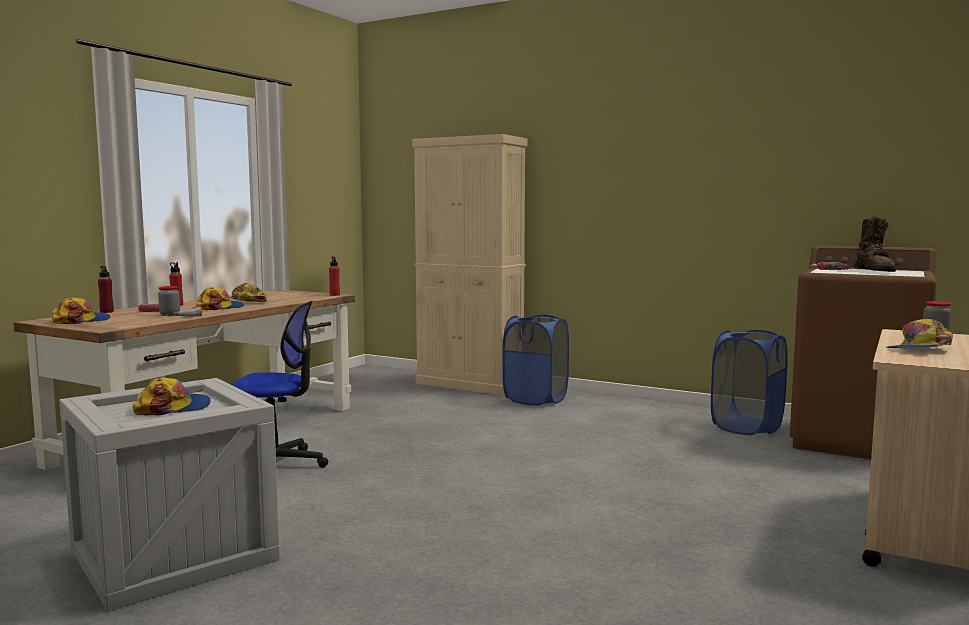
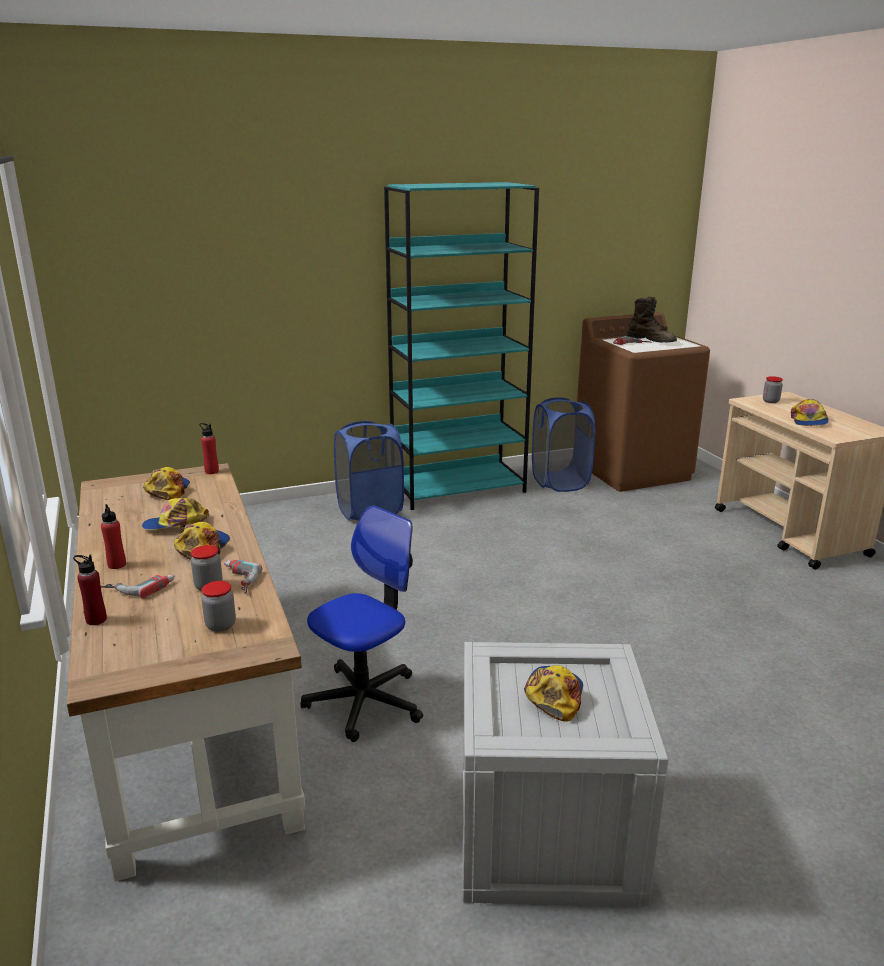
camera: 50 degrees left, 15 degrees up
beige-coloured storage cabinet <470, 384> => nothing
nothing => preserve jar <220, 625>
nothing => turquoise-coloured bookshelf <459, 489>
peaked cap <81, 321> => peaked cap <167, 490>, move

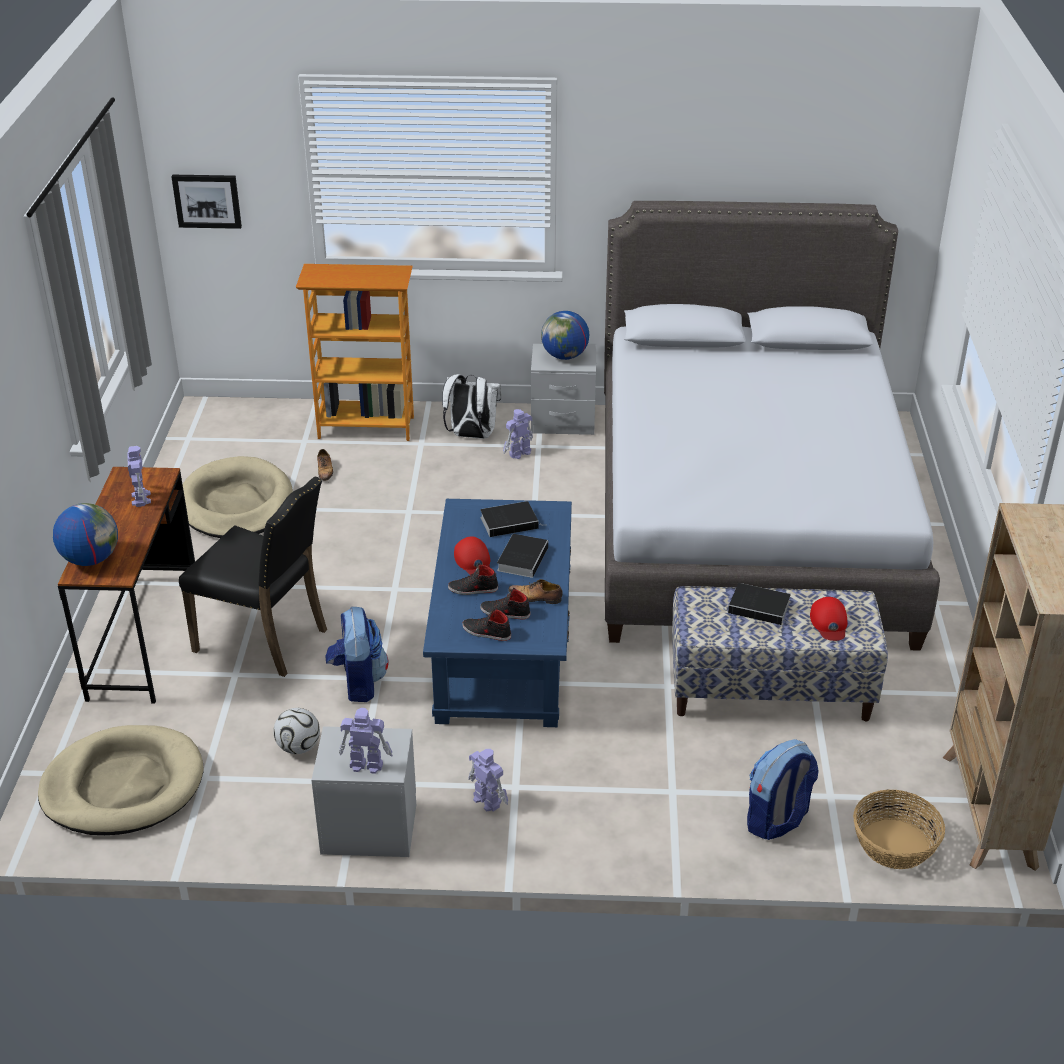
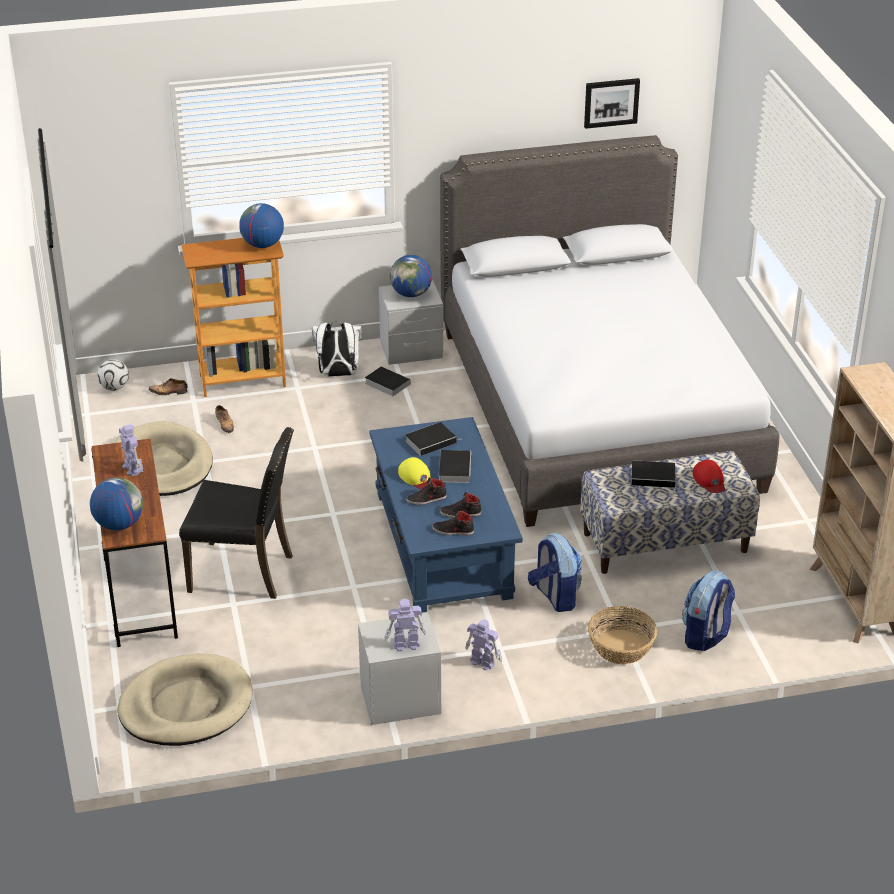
camera: 15 degrees left, 0 degrees up
nothing => desk globe <262, 245>
wall art <207, 200> => wall art <611, 102>, move
football <298, 747> => football <114, 387>, move
backpack <358, 682> => backpack <554, 596>, move
low shoe <536, 598> => low shoe <169, 392>, move
storage basket <894, 844> => storage basket <621, 647>, move
toy robot <519, 453> => book <386, 383>
reddish peaked cap <473, 561> => yellow peaked cap <416, 477>

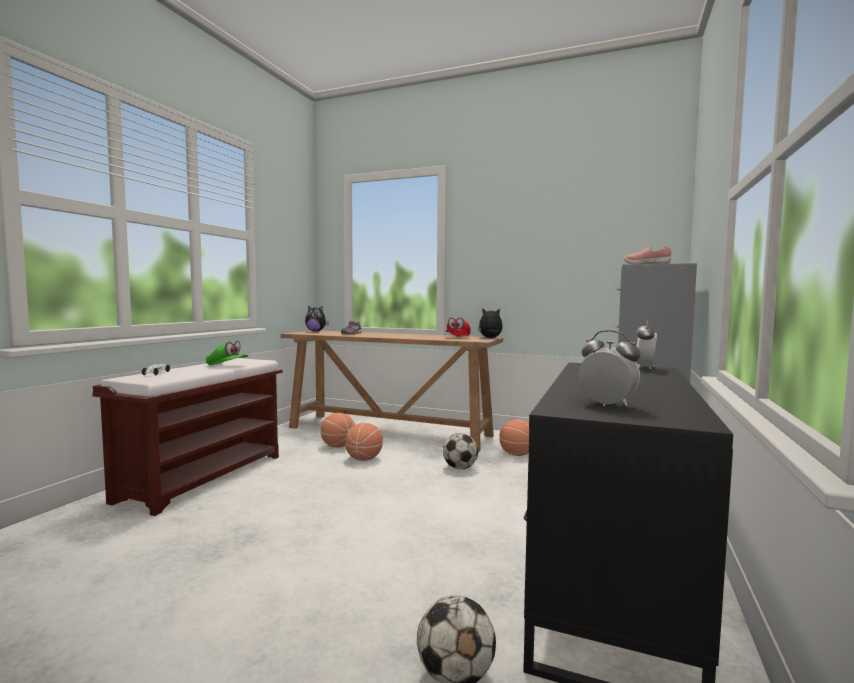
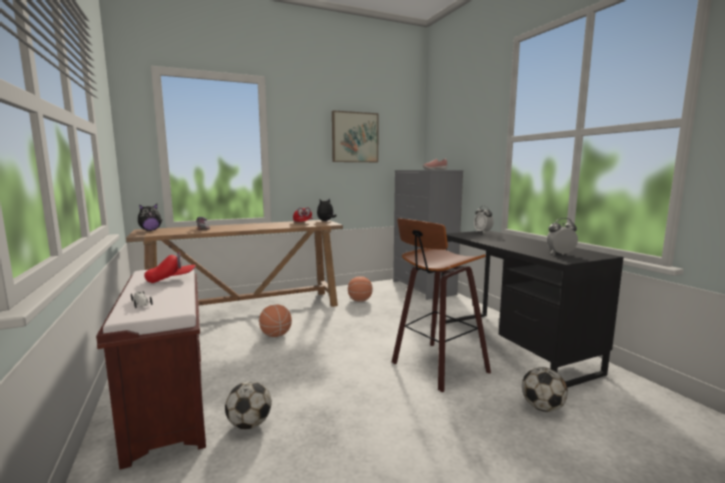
camera: 45 degrees left, 5 degrees up
basketball ball <338, 446> => nothing
nothing => wall art <355, 137>
nothing => stool seat <436, 367>
football <460, 468> => football <249, 424>, move
greenish peaked cap <227, 365> => reddish peaked cap <171, 279>

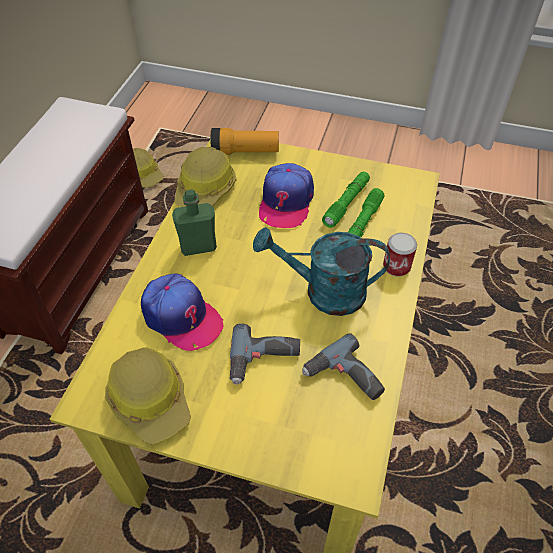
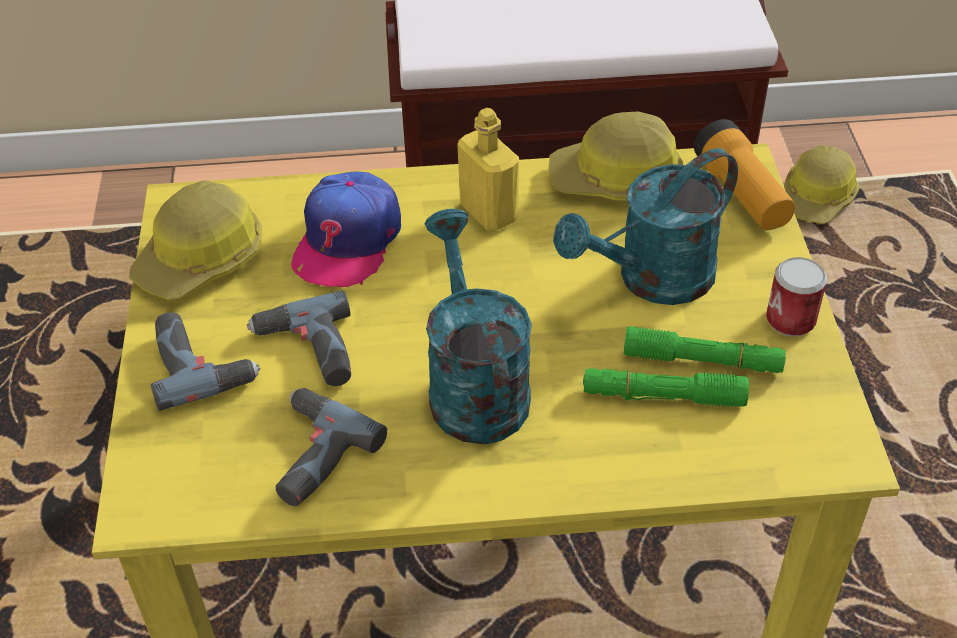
camera: 70 degrees right, 5 degrees down
nothing => power drill <201, 363>
sealed can <396, 266> => sealed can <790, 320>, move
peaked cap <285, 202> => turquoise-coloured watering pot <652, 280>
greenish bottle <198, 247> => yellow bottle <489, 213>

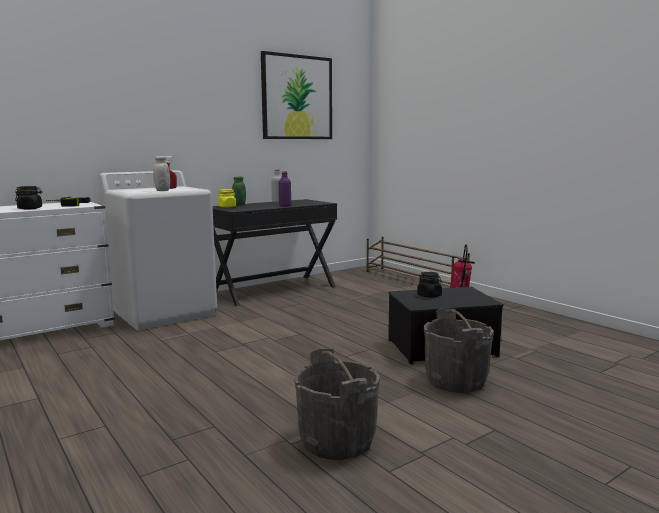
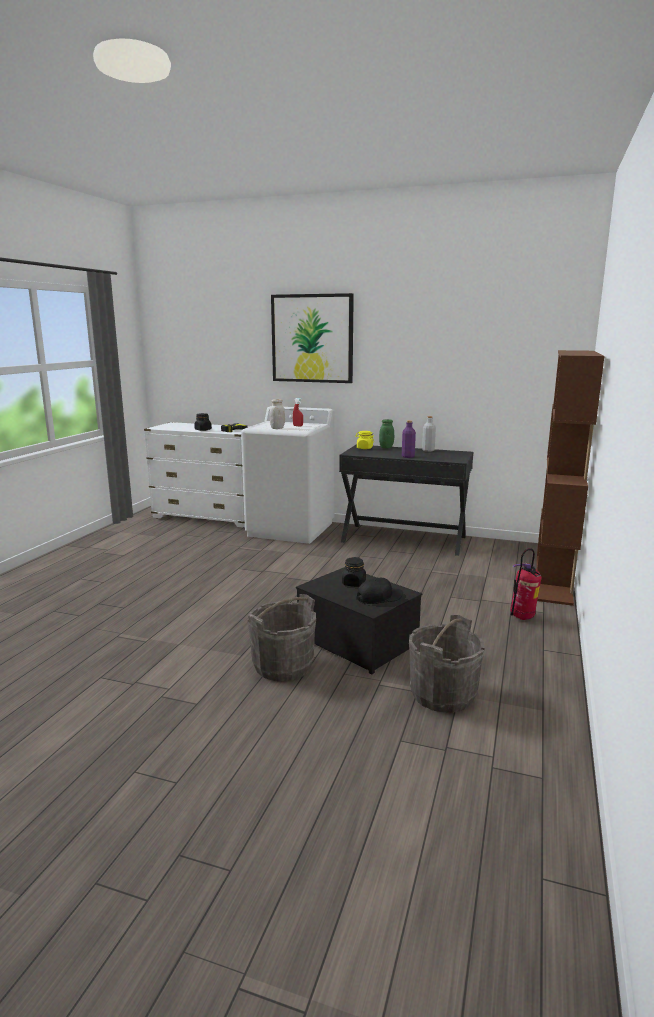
camera: 55 degrees right, 5 degrees up
nothing => blackish peaked cap <379, 597>
wall art <297, 97> => wall art <312, 338>, move
grey water bucket <337, 440> => grey water bucket <443, 695>, move
brown-coloured shoe stand <413, 280> => brown-coloured bookshelf <554, 579>

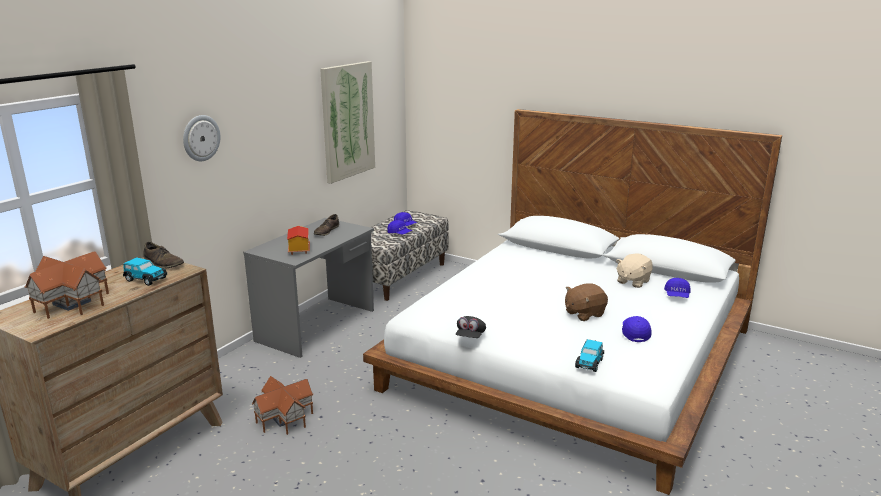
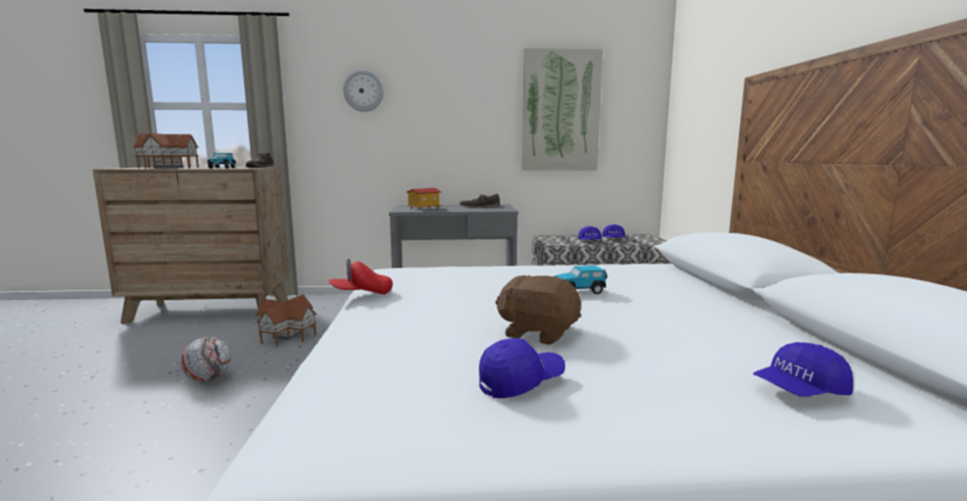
camera: 55 degrees right, 10 degrees down
beige-coloured cuddly toy <632, 281> => nothing
nothing => football <208, 379>
model car <589, 363> => model car <579, 291>, move
blackish peaked cap <470, 336> => reddish peaked cap <361, 294>

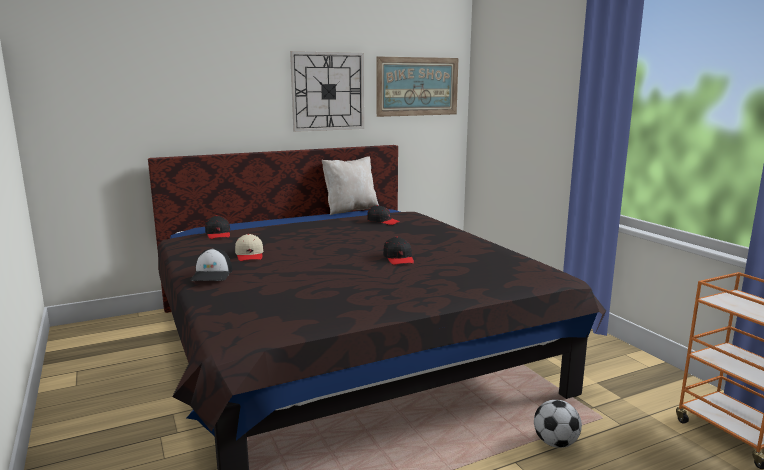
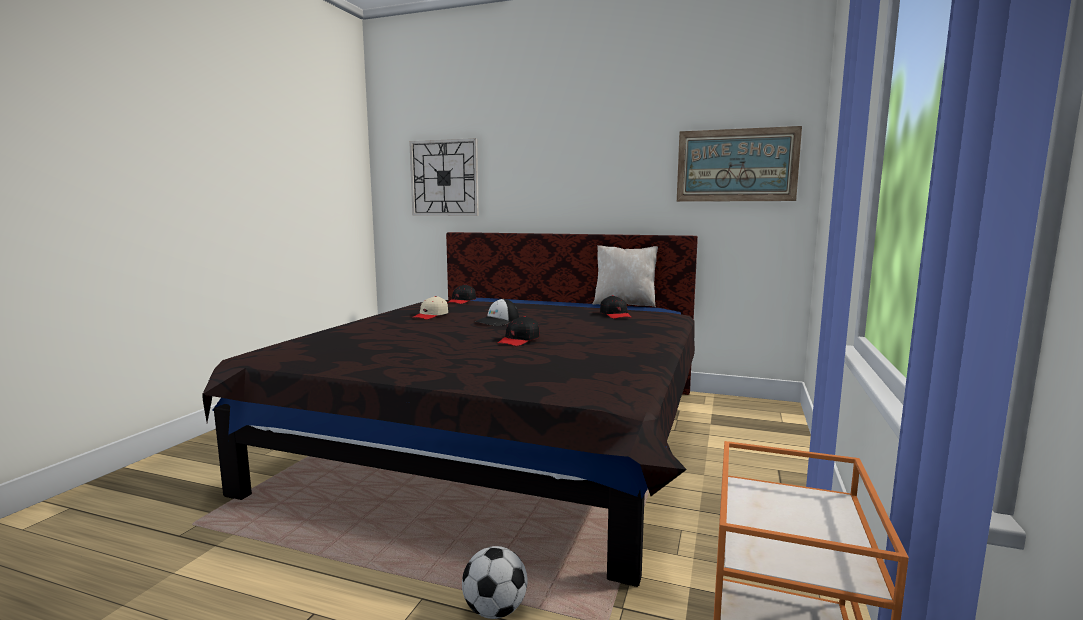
camera: 45 degrees right, 5 degrees down
peaked cap <212, 274> => peaked cap <497, 321>, move
clock on the wall <328, 91> => clock on the wall <444, 178>, move

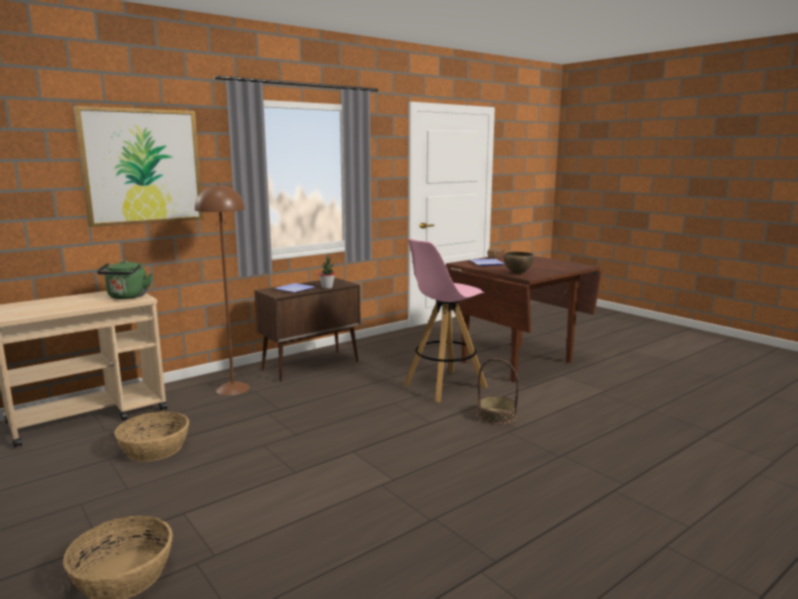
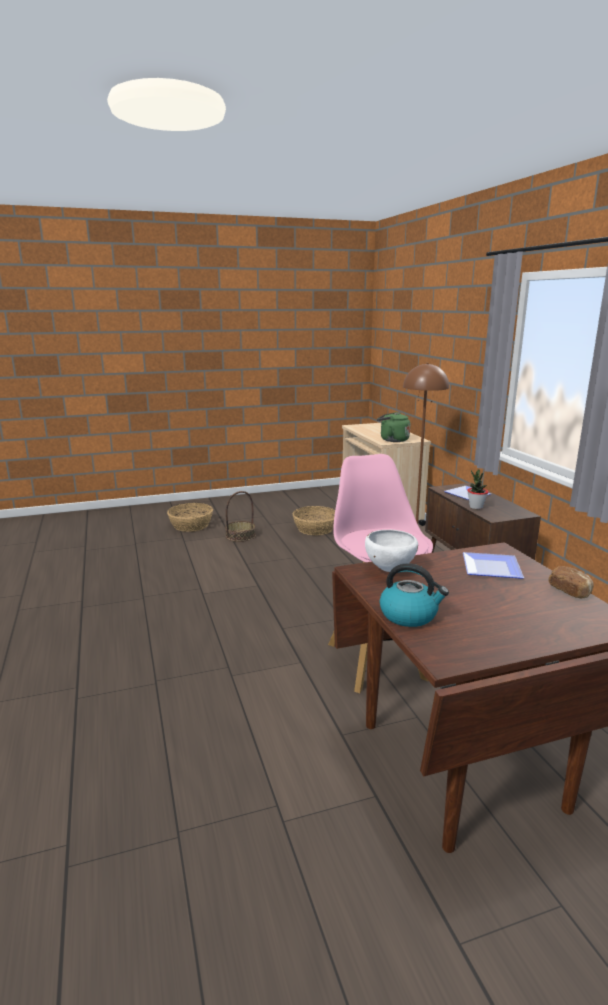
camera: 110 degrees right, 5 degrees up
wall art <142, 166> => nothing
nothing => kettle <409, 615>
storage basket <496, 416> => storage basket <240, 536>, move
brown-coloured deep dish <518, 274> => white-coloured deep dish <389, 570>

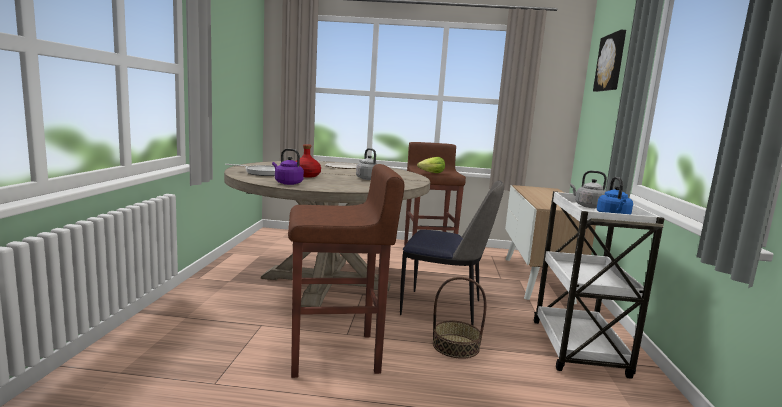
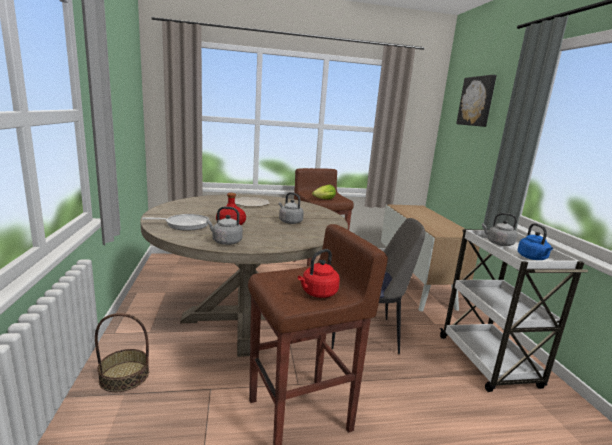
camera: 15 degrees left, 5 degrees up
nothing => reddish kettle <318, 293>
storage basket <455, 346> => storage basket <124, 376>, move
purple-coloured kettle <287, 183> => grey kettle <225, 242>

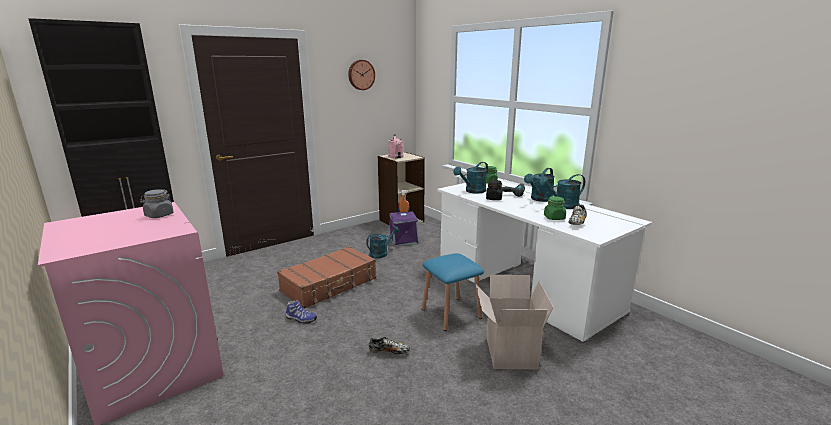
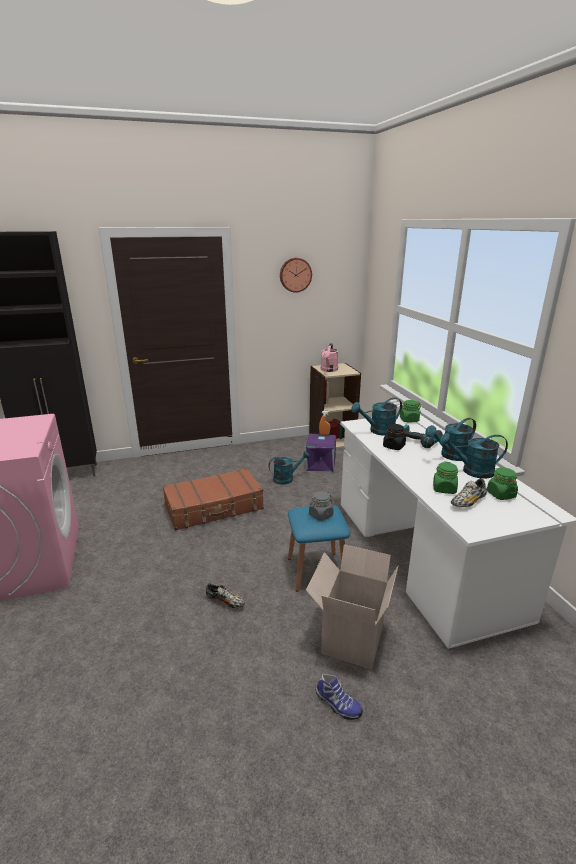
camera: 20 degrees right, 5 degrees up
nothing => greenish preserve jar <500, 494>
grey preserve jar <159, 215> => grey preserve jar <320, 515>, move
low shoe <300, 319> => low shoe <337, 704>, move

